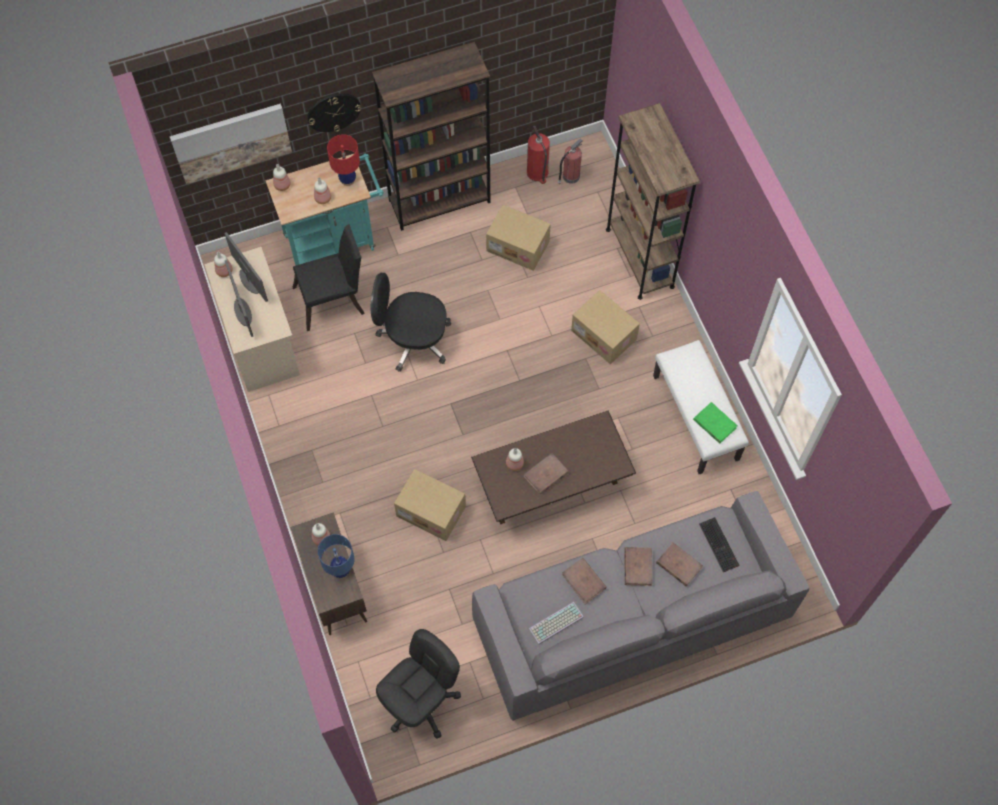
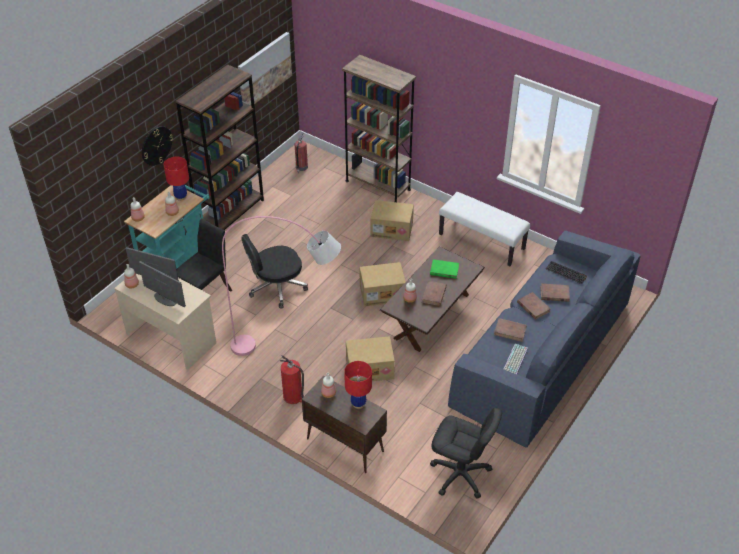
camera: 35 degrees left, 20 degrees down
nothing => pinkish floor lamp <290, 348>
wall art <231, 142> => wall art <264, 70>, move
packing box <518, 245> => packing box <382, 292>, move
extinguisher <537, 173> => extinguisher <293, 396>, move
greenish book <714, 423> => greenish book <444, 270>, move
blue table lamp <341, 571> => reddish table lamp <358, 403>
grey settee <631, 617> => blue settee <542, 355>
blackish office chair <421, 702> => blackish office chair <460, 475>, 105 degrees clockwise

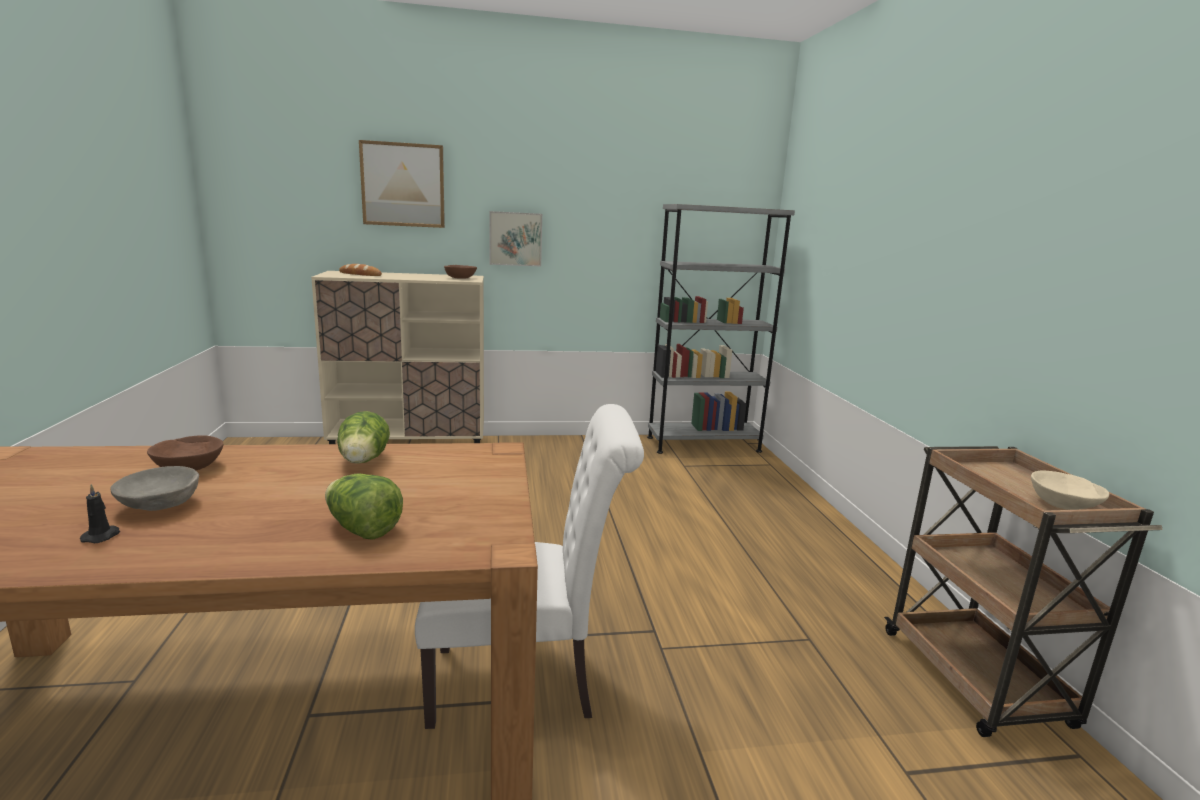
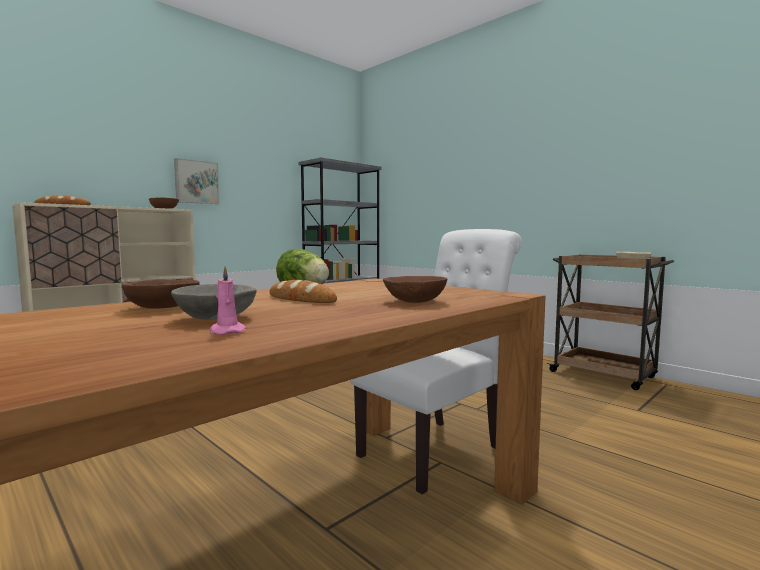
camera: 35 degrees left, 10 degrees down
wall art <403, 185> => nothing
nothing => bread <301, 299>
lettuce head <362, 529> => brown-coloured deep dish <415, 302>
blackish wax candle <102, 536> => pinkish wax candle <227, 331>

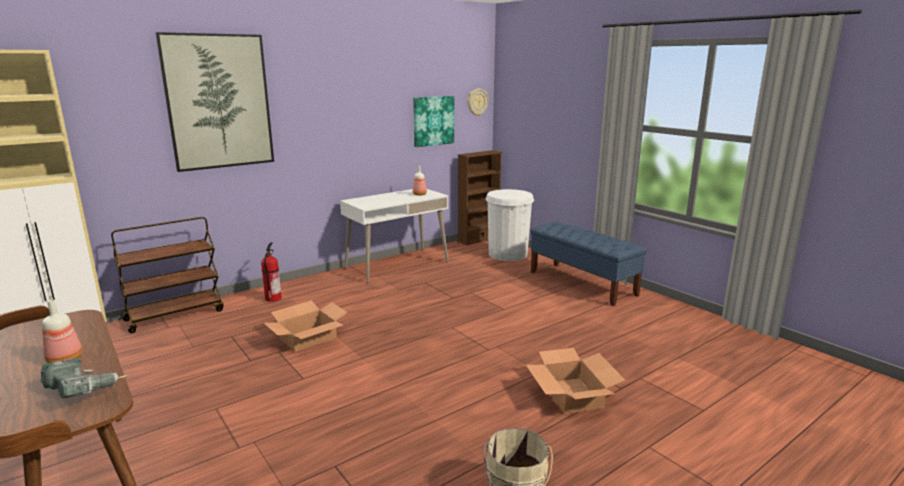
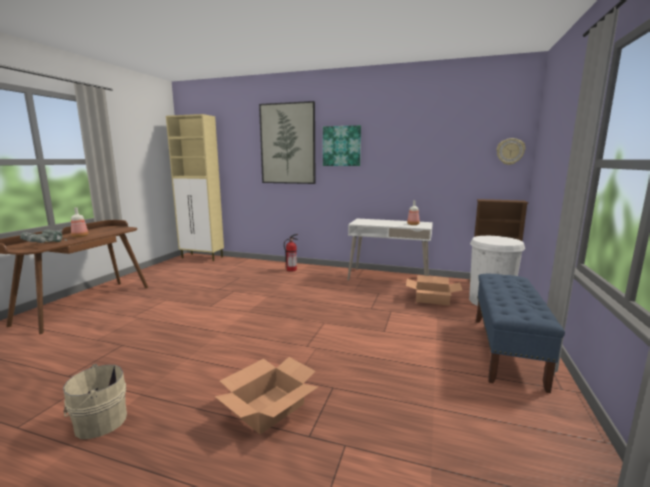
camera: 55 degrees right, 5 degrees down
brown-coloured trolley <175, 315> => nothing
packing box <308, 338> => packing box <432, 299>, move
wall art <433, 121> => wall art <341, 146>, move

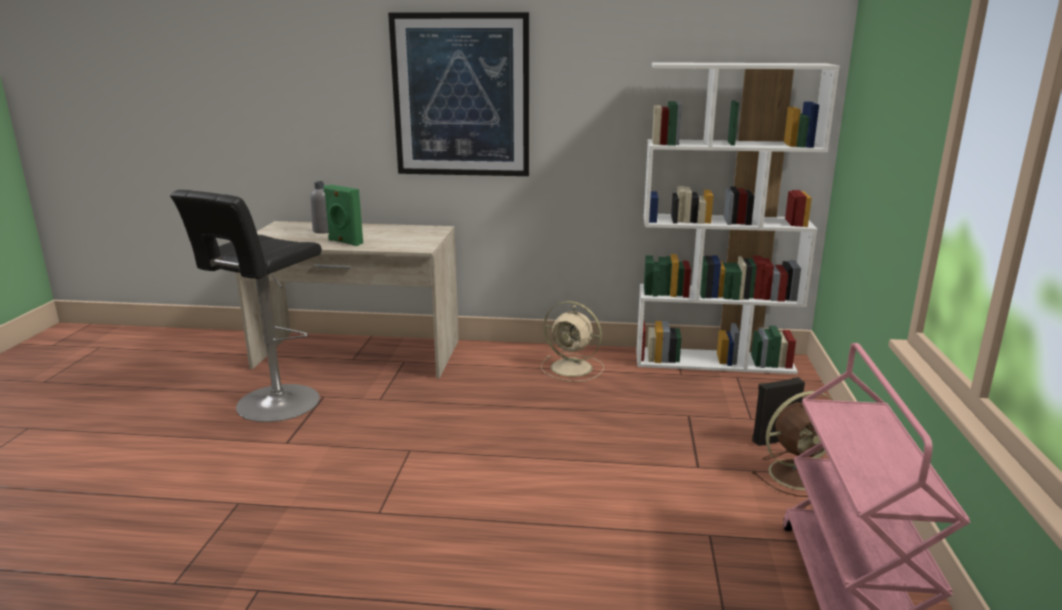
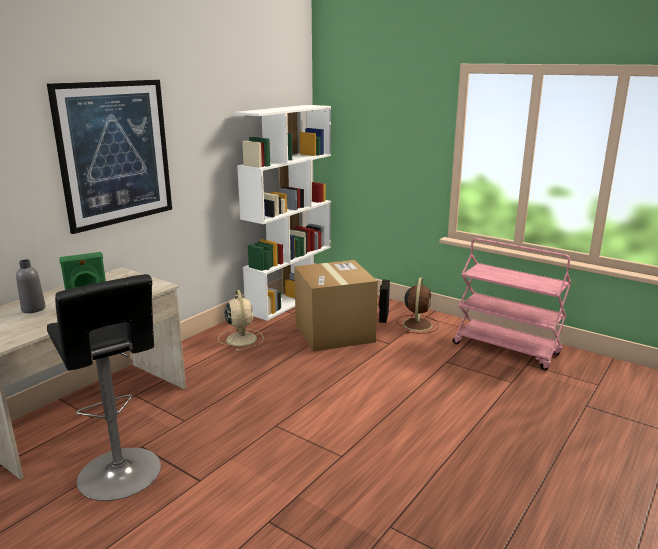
camera: 60 degrees left, 0 degrees up
nothing => packing box <334, 332>
beige-coloured electric fan <573, 368> => beige-coloured electric fan <241, 338>, 75 degrees counterclockwise

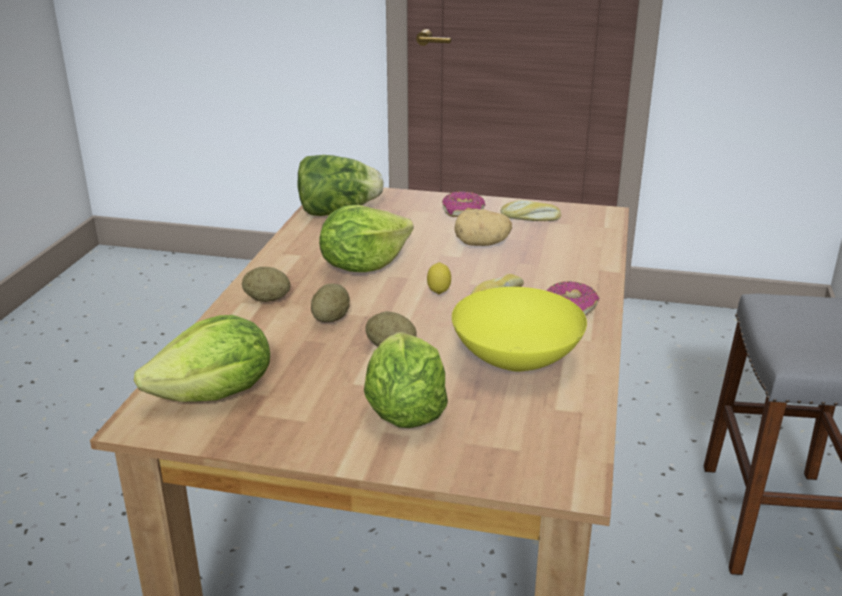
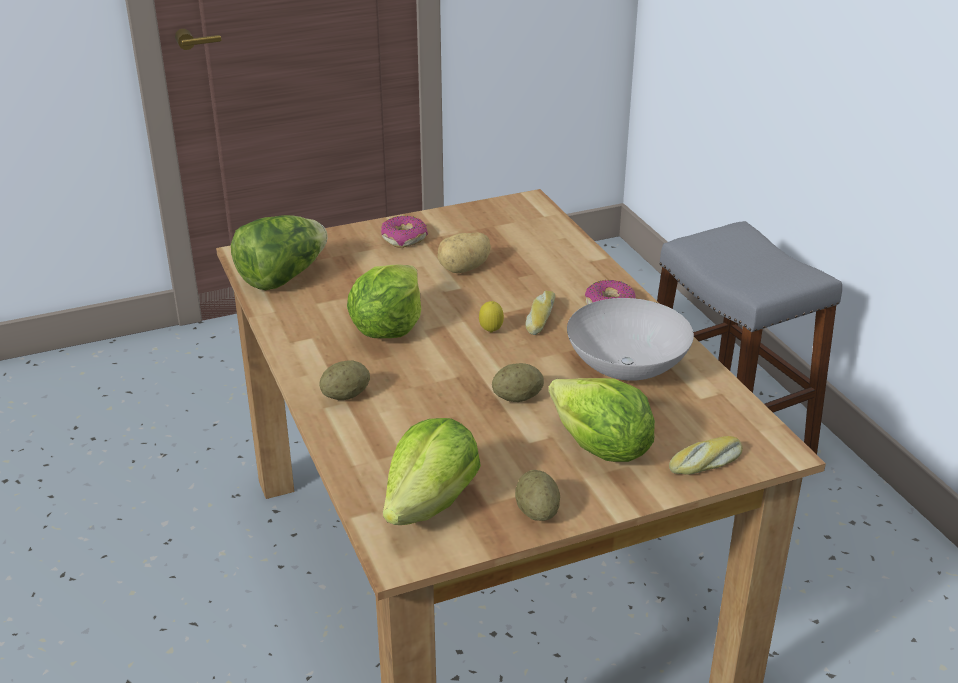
camera: 35 degrees left, 5 degrees up
whole potato <331, 319> => whole potato <537, 512>, move
bread <530, 218> => bread <706, 464>, move
yellow deep dish <514, 361> => white-coloured deep dish <625, 370>

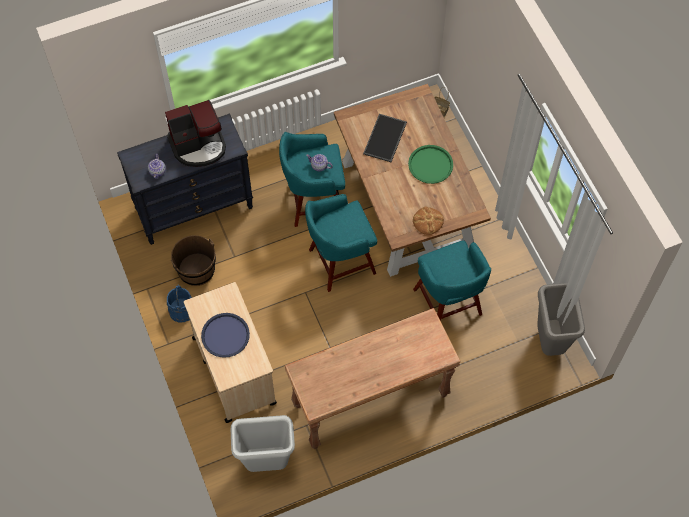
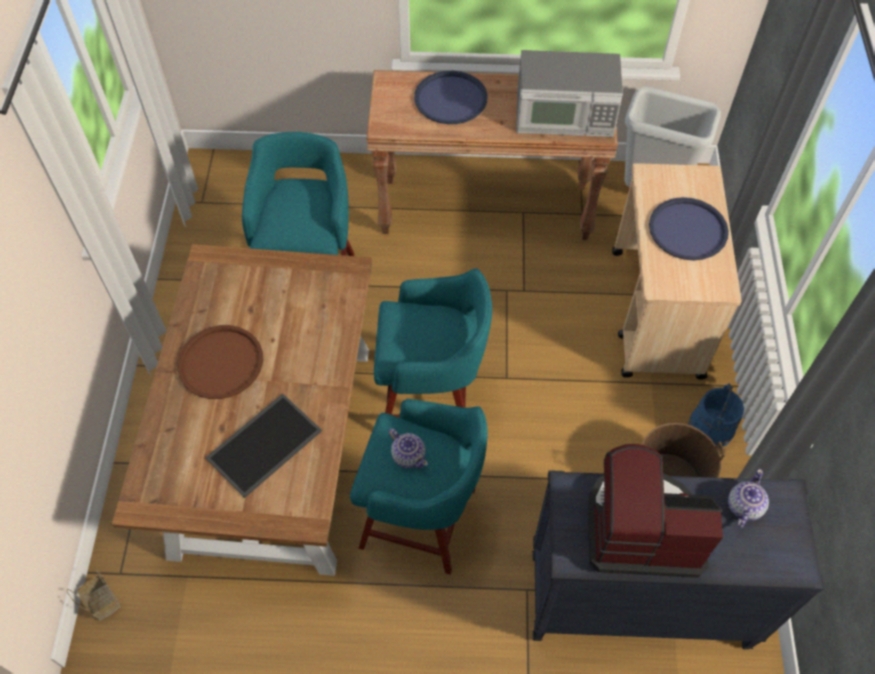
camera: 155 degrees left, 5 degrees down
bread <428, 221> => nothing
grey waste bin <550, 342> => nothing
nothing => blue carrying tray <450, 99>
nothing => microwave <565, 116>
greenish carrying tray <430, 165> => brown-coloured carrying tray <221, 362>

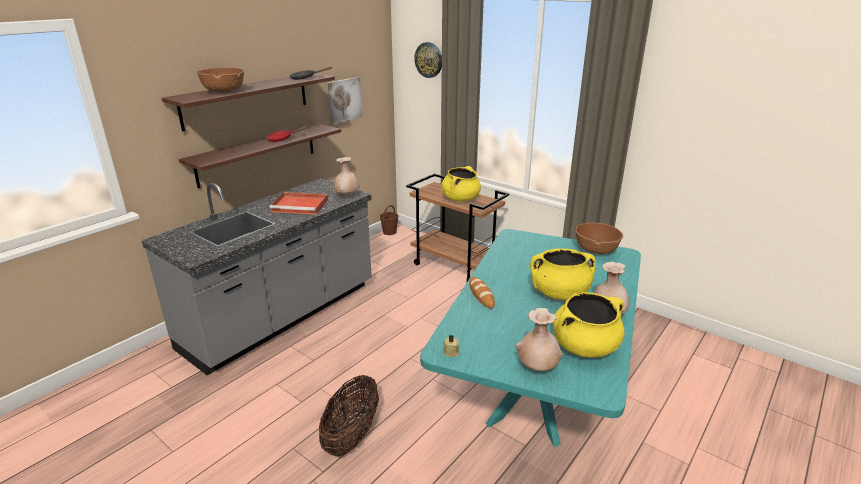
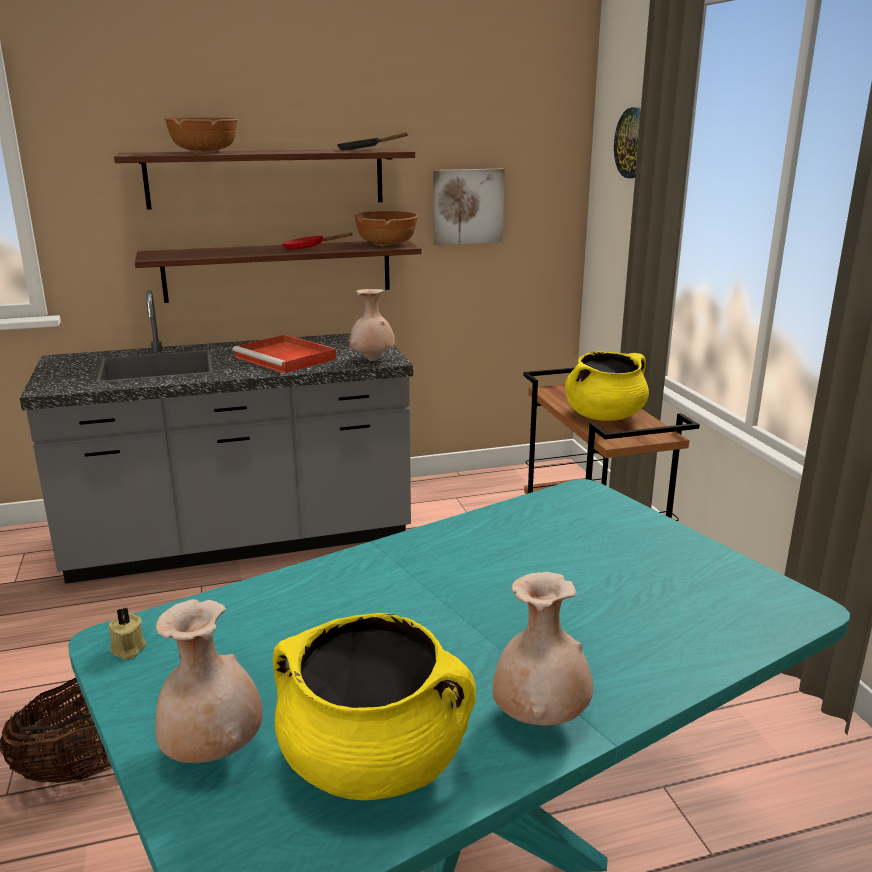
camera: 35 degrees right, 5 degrees down
brown-coloured water bucket <389, 232> => nothing
bread <481, 294> => nothing
yellow cooking pot <559, 293> => nothing
brown-coloured deep dish <596, 250> => brown-coloured deep dish <387, 244>, move

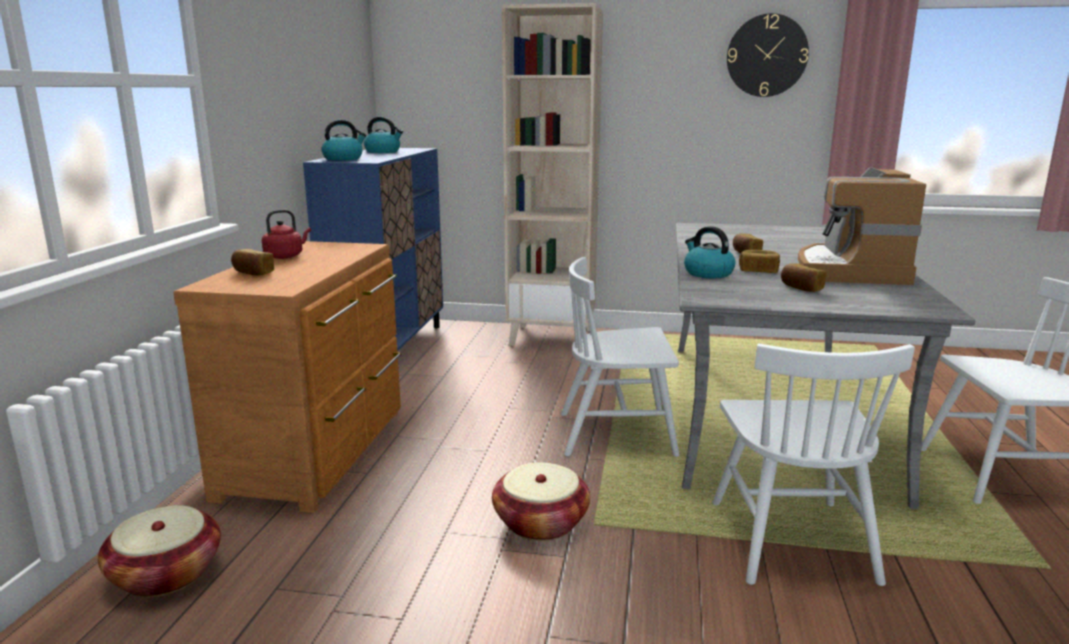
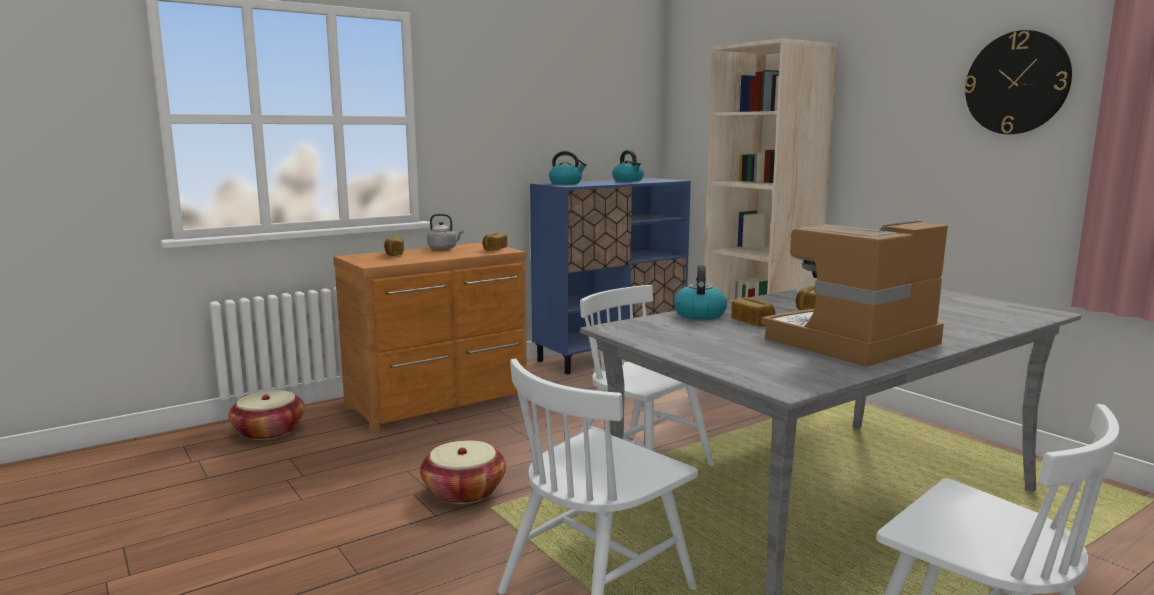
camera: 45 degrees right, 5 degrees down
bread <800, 288> => bread <494, 249>, move
reddish kettle <286, 256> => grey kettle <444, 249>

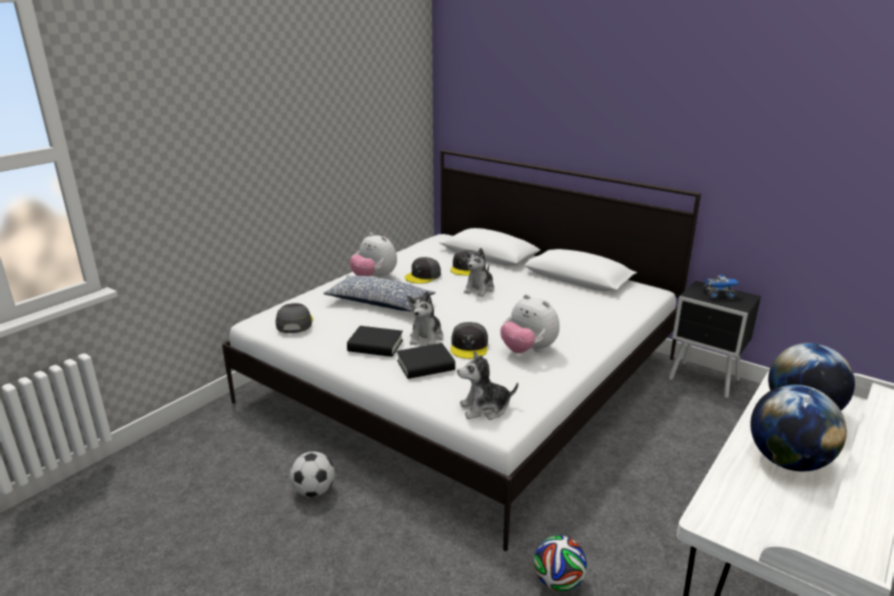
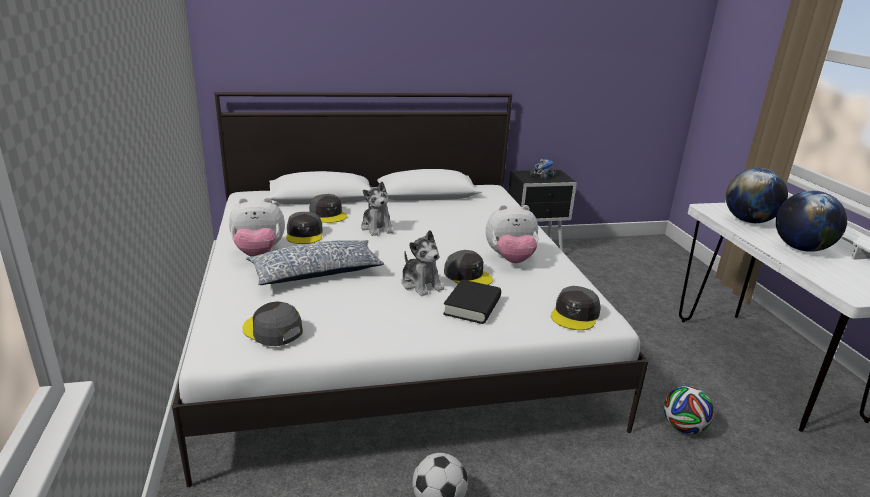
camera: 50 degrees left, 0 degrees up
blackish book <375, 346> => nothing
cuddly toy <485, 408> => grey peaked cap <575, 315>

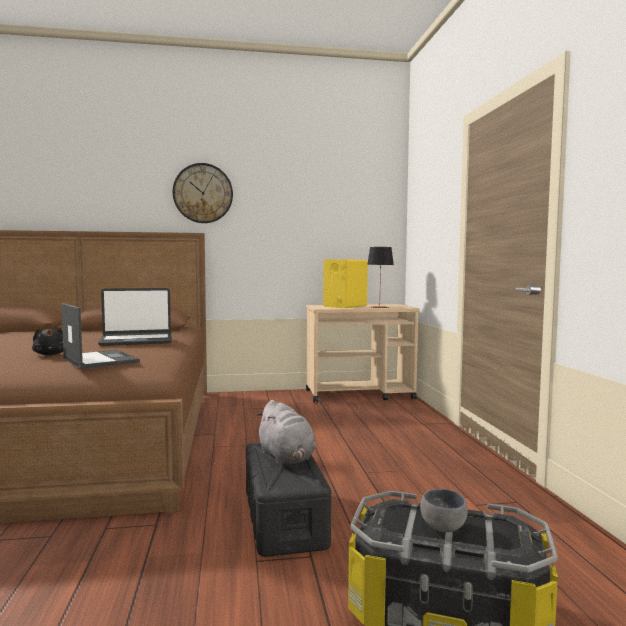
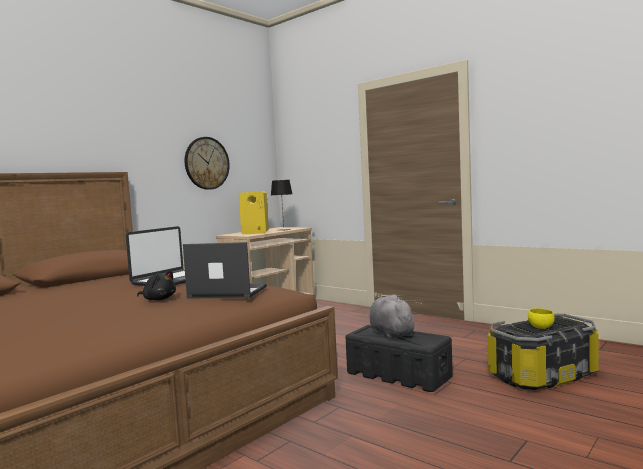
camera: 40 degrees left, 0 degrees up
clock on the wall <203, 193> => clock on the wall <206, 163>, move
grey deep dish <444, 528> => yellow deep dish <542, 327>
grey cuddly toy <286, 458> => grey cuddly toy <390, 333>, 135 degrees counterclockwise

